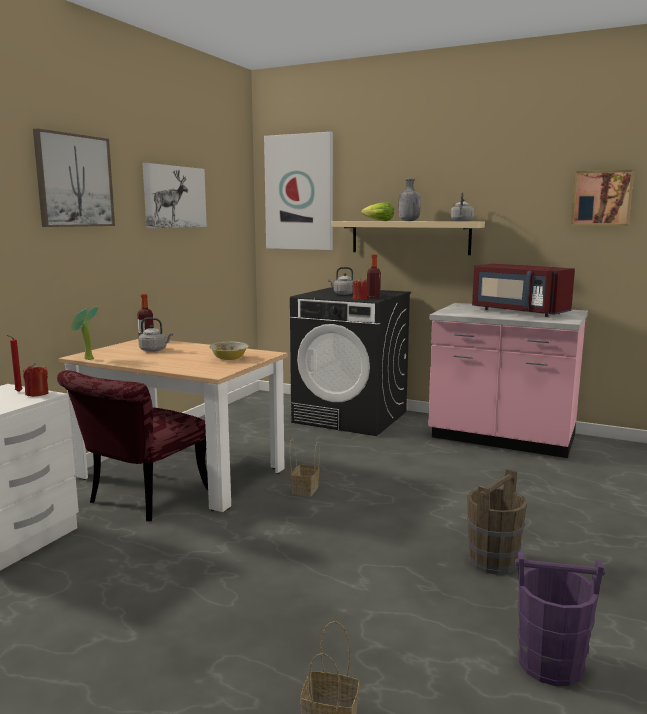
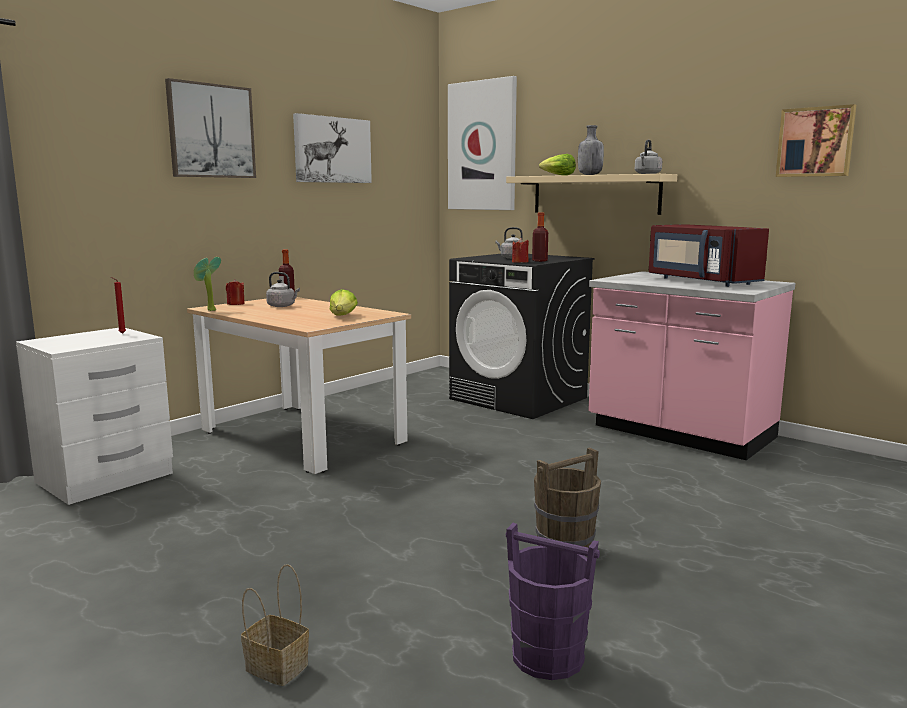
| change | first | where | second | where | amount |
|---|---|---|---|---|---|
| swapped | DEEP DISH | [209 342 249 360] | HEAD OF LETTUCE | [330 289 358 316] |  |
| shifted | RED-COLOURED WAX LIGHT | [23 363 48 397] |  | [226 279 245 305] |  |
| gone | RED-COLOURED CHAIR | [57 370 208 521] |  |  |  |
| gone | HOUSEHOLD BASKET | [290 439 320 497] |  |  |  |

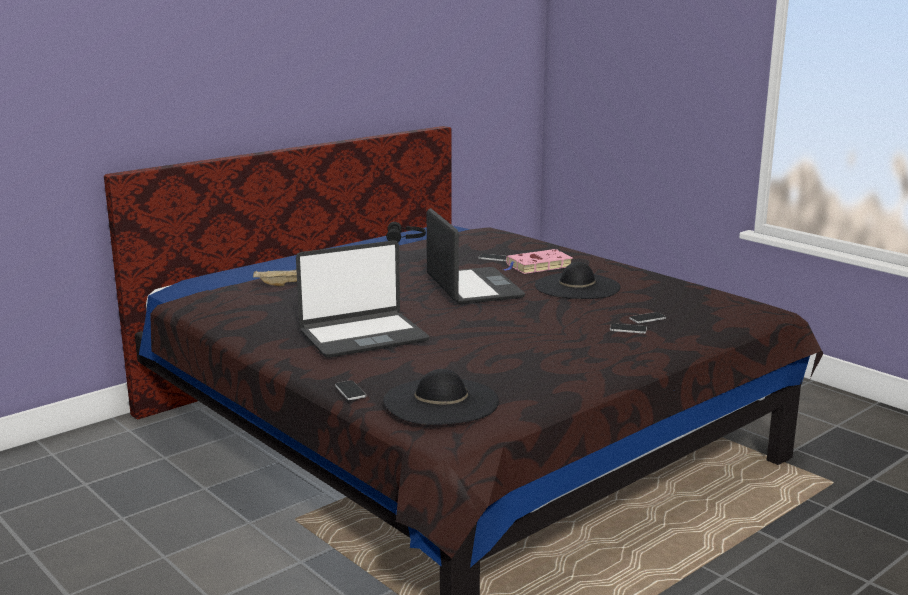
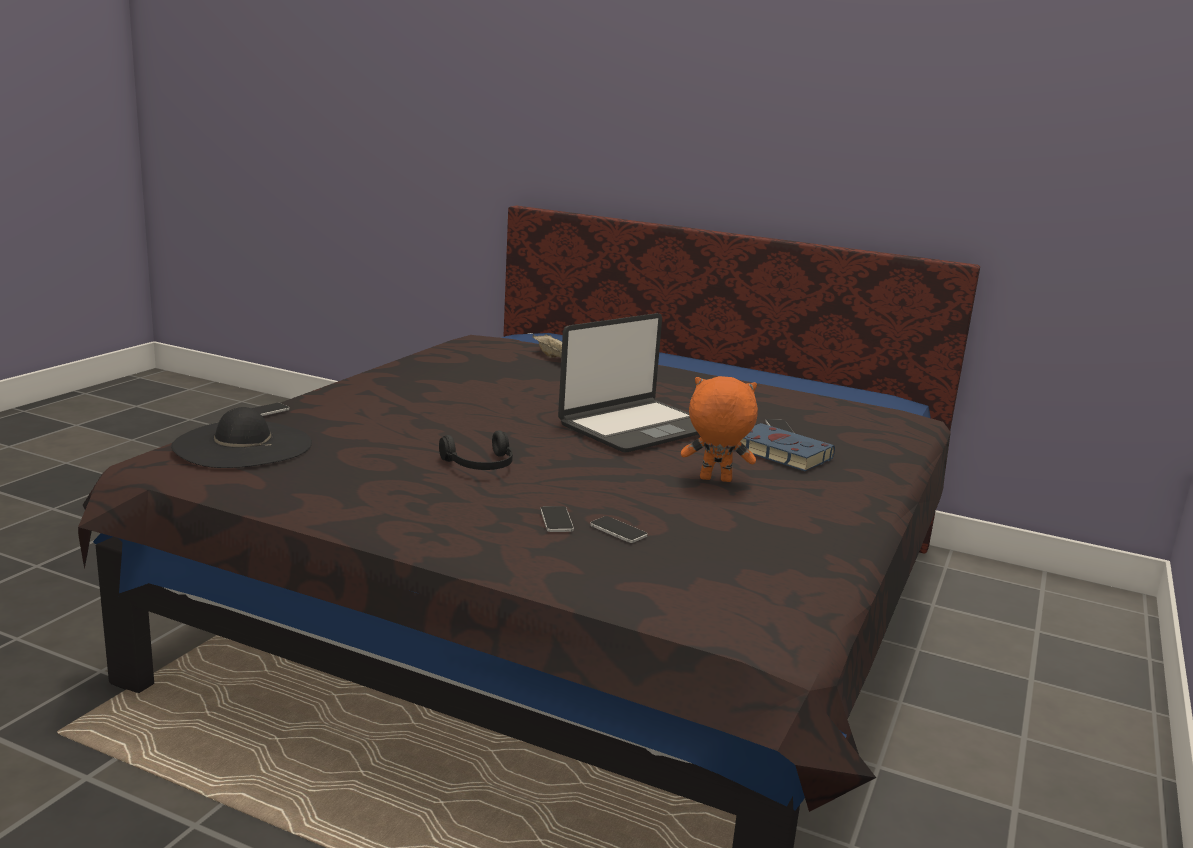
| change | first | where | second | where | amount |
|---|---|---|---|---|---|
| shifted | BLACK-COLOURED HEADSET | [386 222 426 242] |  | [439 430 513 470] |  |
| gone | LAPTOP | [296 240 429 358] |  |  |  |
| repainted | PINKISH BOUND BOOK | [503 249 572 274] | BLUE BOUND BOOK | [740 423 835 471] |  |
| swapped | BLACK-COLOURED HAT | [535 262 621 299] | ORANGE-COLOURED PLUSH TOY | [681 376 758 482] |  |

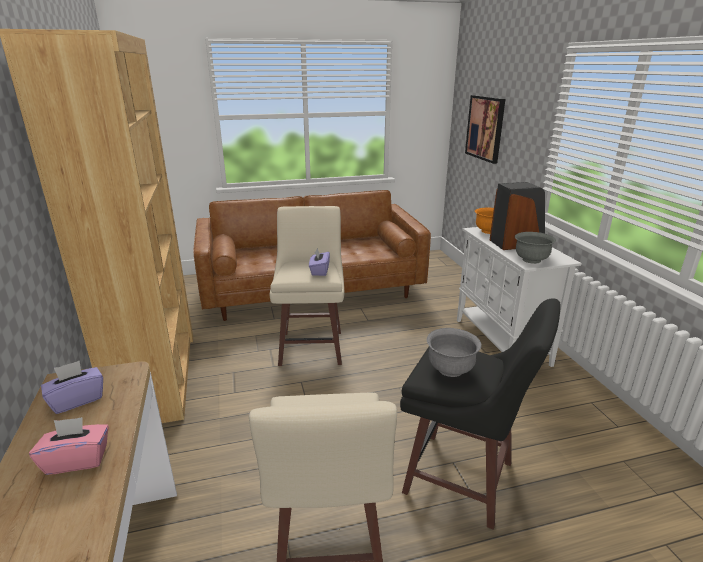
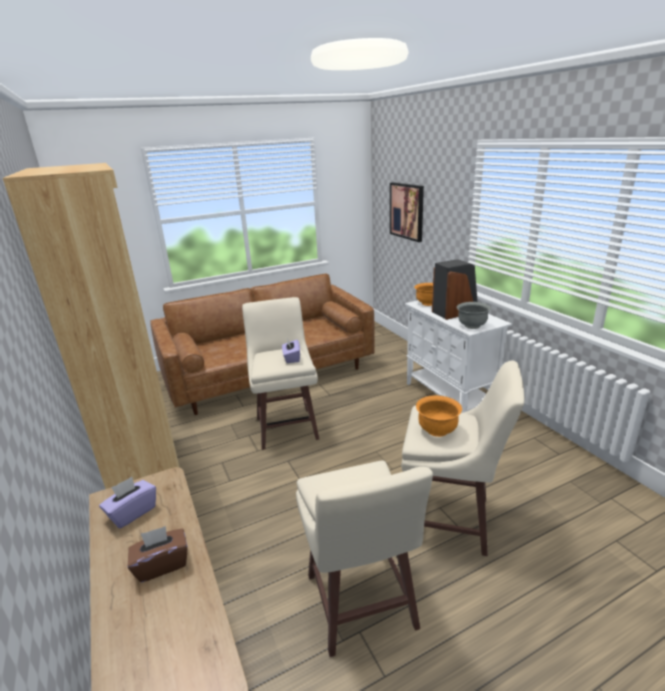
| change | first | where | second | where | amount |
|---|---|---|---|---|---|
| repainted | BLACK-COLOURED STOOL SEAT | [400 298 561 530] | BEIGE-COLOURED STOOL SEAT | [401 361 525 556] |  |
| repainted | GRAY DEEP DISH | [427 328 482 377] | ORANGE-COLOURED DEEP DISH | [416 395 462 437] |  |
| repainted | PINKISH TISSUE HOLDER | [29 417 109 475] | BROWN TISSUE HOLDER | [128 526 188 582] |  |

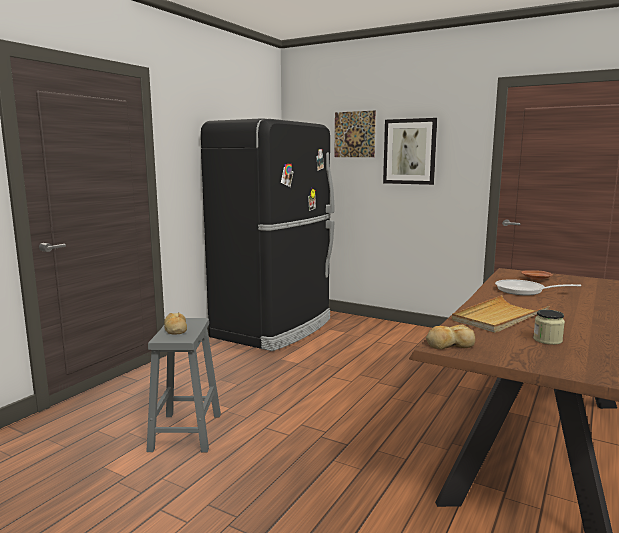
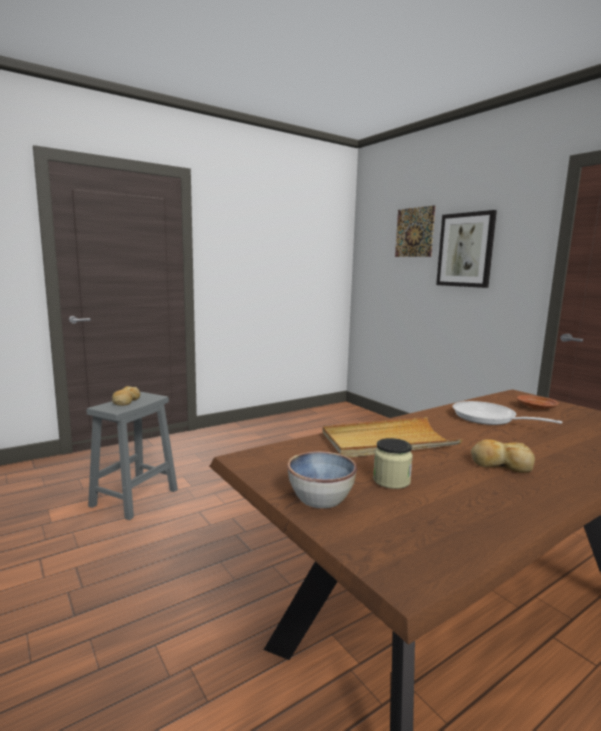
| change | first | where | second | where | amount |
|---|---|---|---|---|---|
| gone | BLACK-COLOURED REFRIGERATOR | [201 118 335 351] |  |  |  |
| shifted | BREAD | [426 324 475 349] |  | [471 439 535 473] |  |
| new |  |  | DEEP DISH | [287 451 357 508] |  |

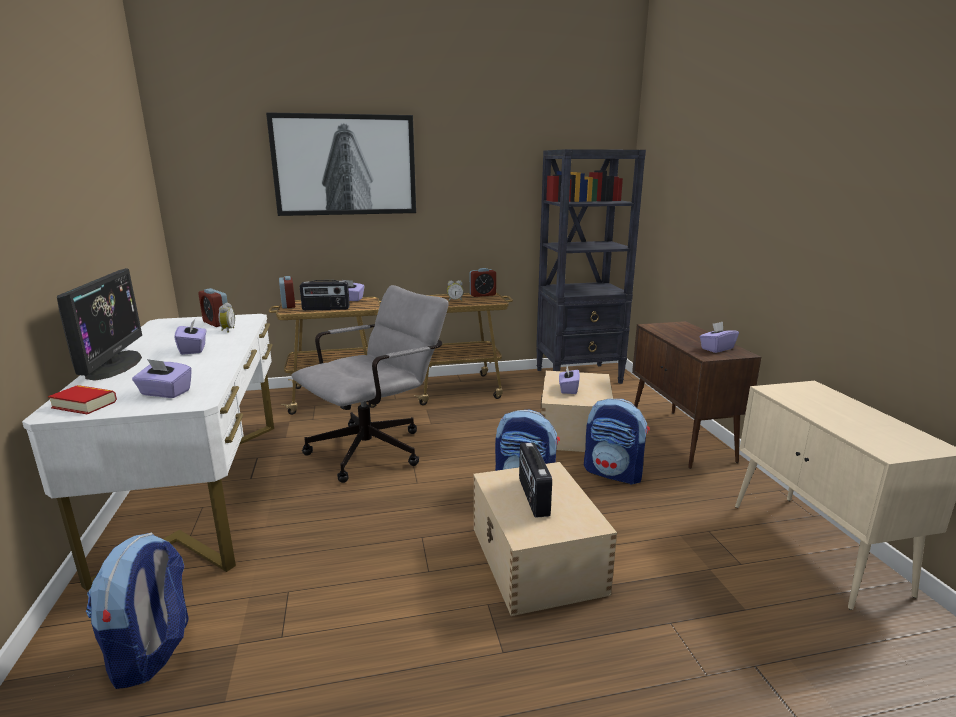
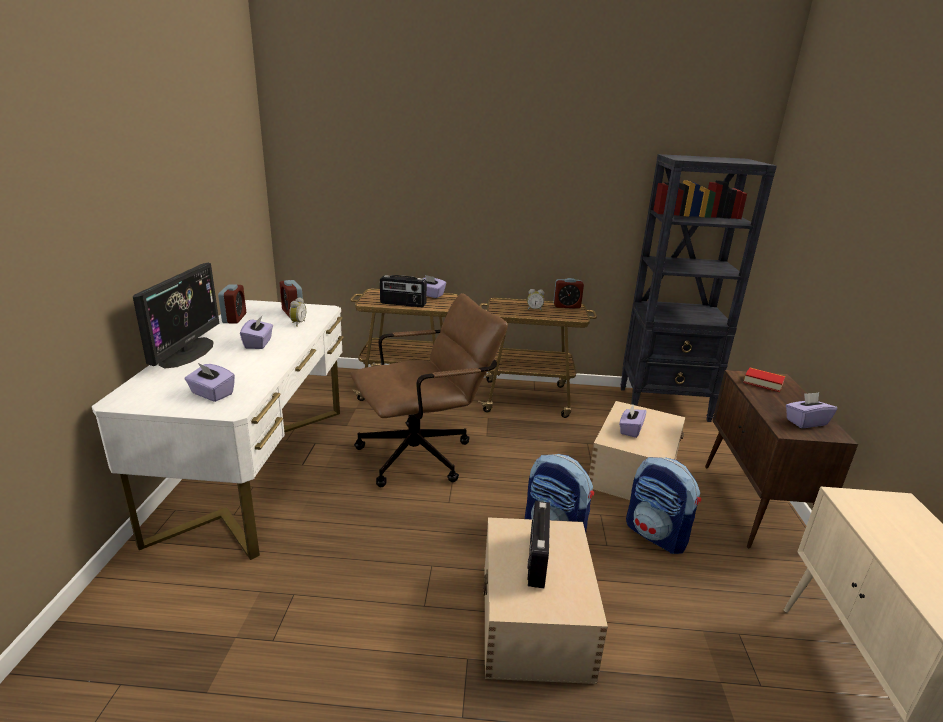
| change | first | where | second | where | amount |
|---|---|---|---|---|---|
| gone | WALL ART | [266 112 416 216] |  |  |  |
| shifted | TABLE CLOCK | [279 276 295 309] |  | [218 284 246 324] |  |
| repainted | GRAY OFFICE CHAIR | [291 285 449 483] | BROWN OFFICE CHAIR | [351 293 508 487] |  |
| shifted | BOUND BOOK | [48 385 117 414] |  | [743 367 785 392] |  |
| gone | KNAPSACK | [86 533 189 689] |  |  |  |

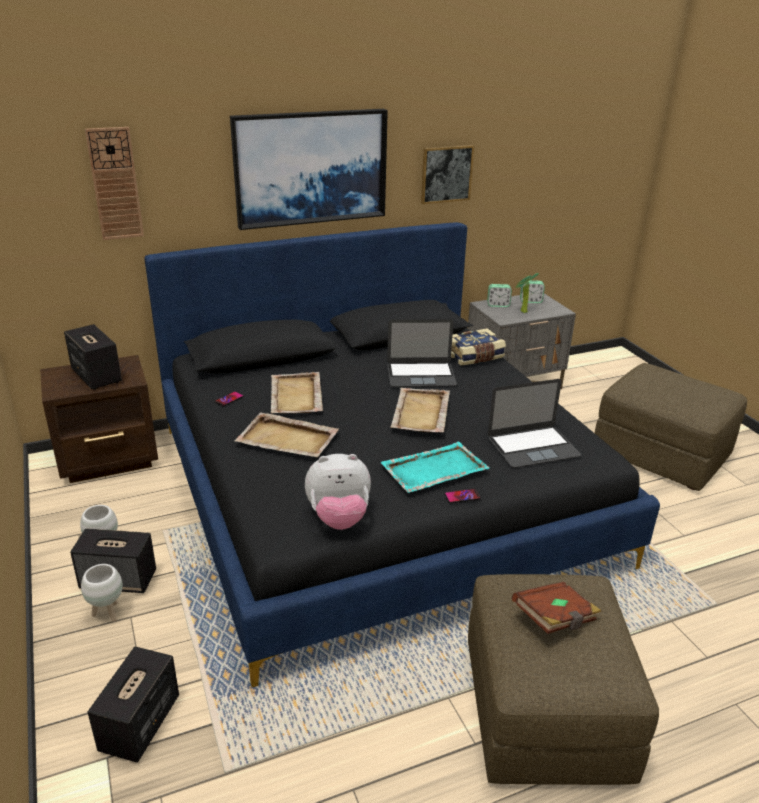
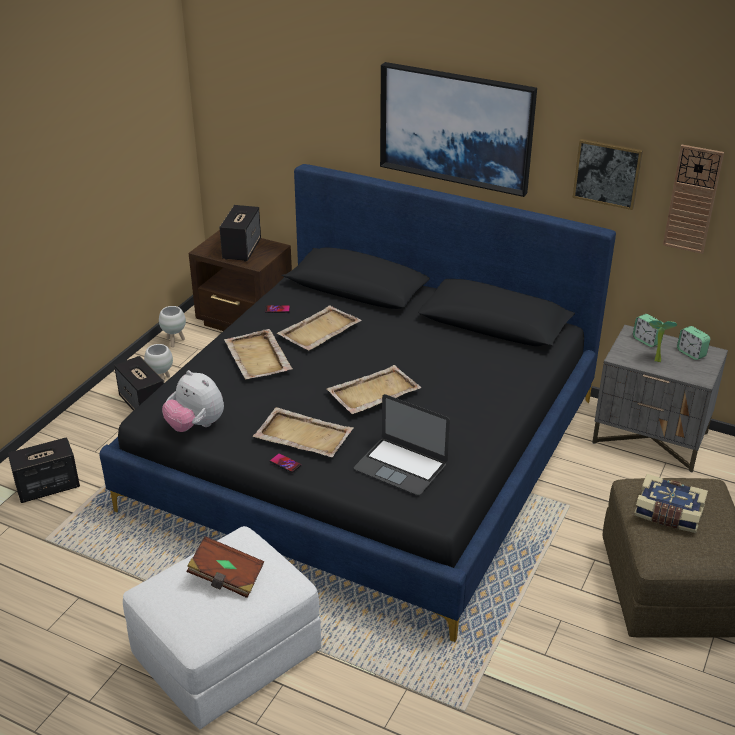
| change | first | where | second | where | amount |
|---|---|---|---|---|---|
| shifted | WALL CLOCK | [85 127 144 240] |  | [663 145 724 254] |  |
| gone | LAPTOP | [387 320 457 387] |  |  |  |
| shifted | BOUND BOOK | [451 328 506 366] |  | [634 474 708 533] |  |
| repainted | BLUE-GREEN SERVING TRAY | [380 442 489 493] | BEIGE-COLOURED SERVING TRAY | [253 407 354 457] |  |
| shifted | WHITE FLOWER POT | [81 564 123 622] |  | [159 306 186 347] |  |
| repainted | BROWN OTTOMAN | [468 574 659 785] | WHITE OTTOMAN | [123 526 321 729] |  |

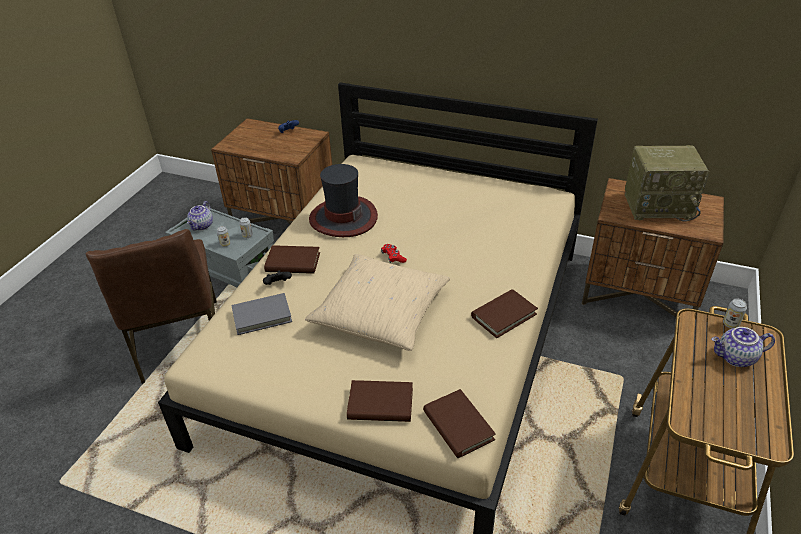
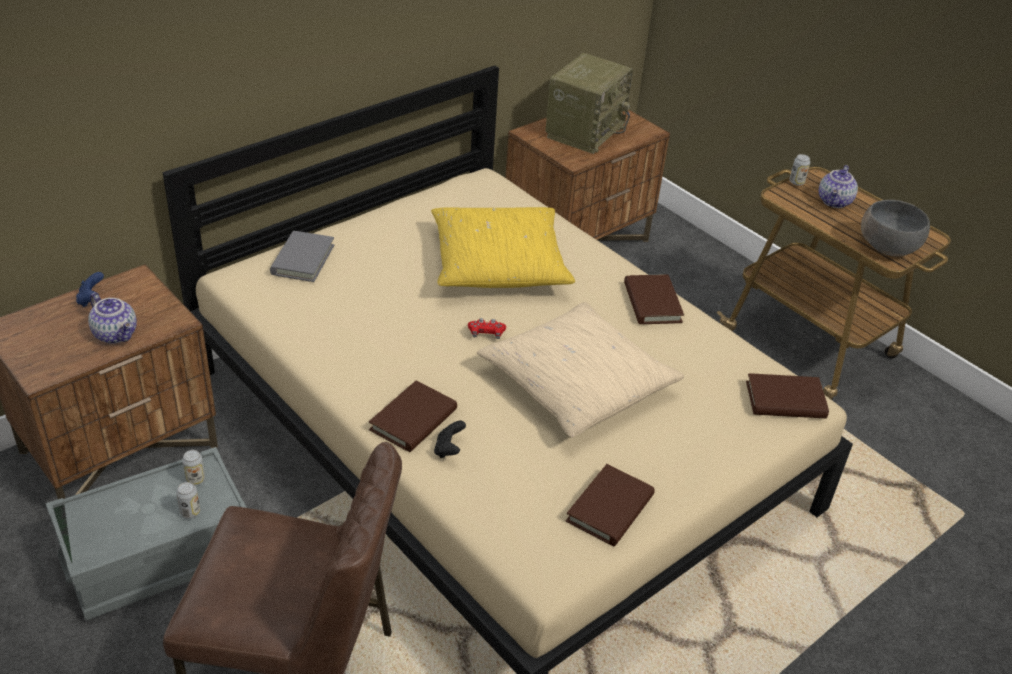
| change | first | where | second | where | amount |
|---|---|---|---|---|---|
| gone | HAT | [309 164 378 237] |  |  |  |
| shifted | POT FOR TEA | [187 201 213 231] |  | [88 293 137 344] |  |
| shifted | GRAY BOUND BOOK | [231 293 292 335] |  | [270 231 334 282] |  |
| shifted | BROWN BOUND BOOK | [347 380 413 422] |  | [566 464 655 546] |  |
| new |  |  | GRAY DEEP DISH | [861 200 930 257] |  |
| new |  |  | YELLOW-COLOURED THROW PILLOW | [431 207 575 288] |  |

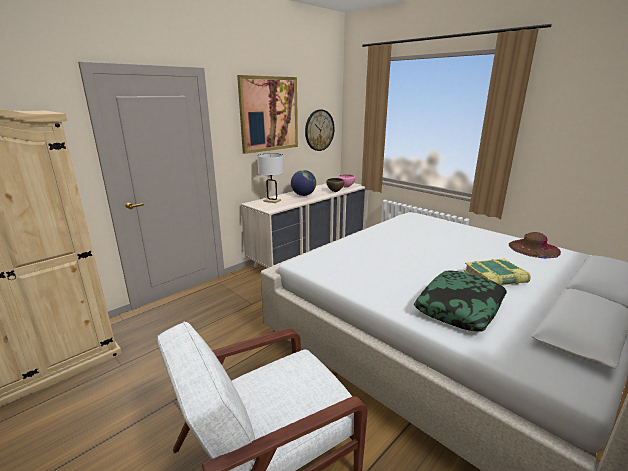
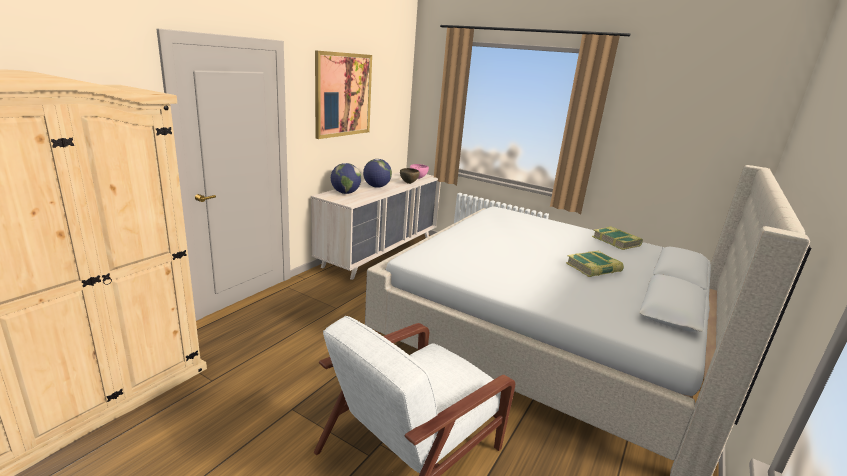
| change | first | where | second | where | amount |
|---|---|---|---|---|---|
| gone | WALL CLOCK | [305 109 334 151] |  |  |  |
| swapped | WHITE TABLETOP LAMP | [257 153 284 203] | GLOBE | [331 163 361 194] |  |
| swapped | BROWN HAT | [509 232 561 258] | BOUND BOOK | [592 226 643 250] |  |
| gone | THROW PILLOW | [414 271 507 332] |  |  |  |

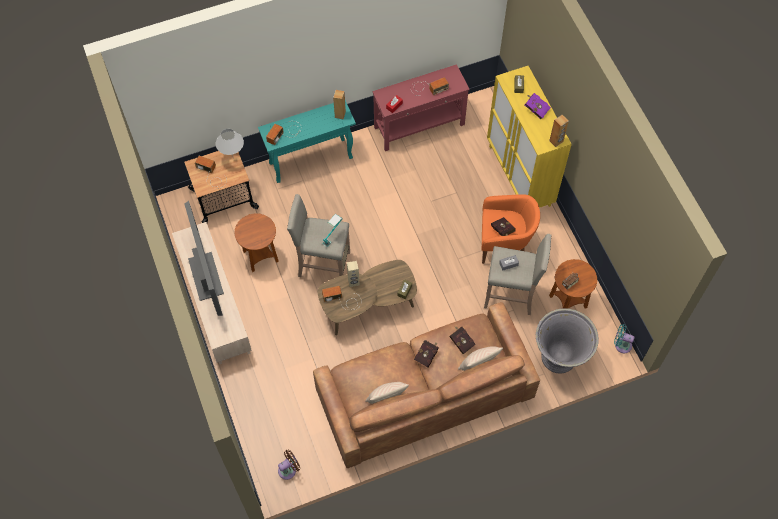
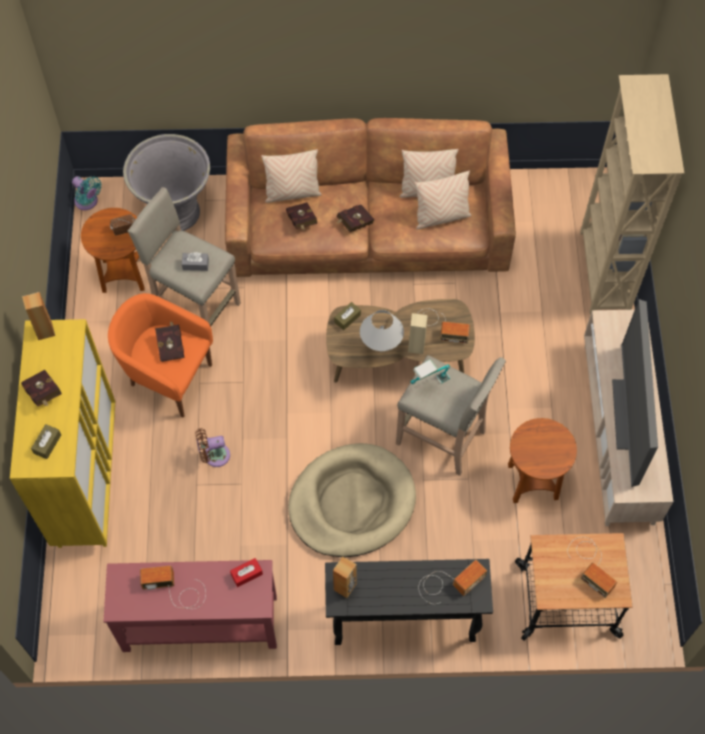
| change | first | where | second | where | amount |
|---|---|---|---|---|---|
| repainted | PURPLE BOUND BOOK | [525 93 551 119] | RED-COLOURED BOUND BOOK | [21 370 62 406] |  |
| repainted | BLUE-GREEN CONSOLE TABLE | [258 100 356 183] | BLACK-COLOURED CONSOLE TABLE | [325 559 493 645] |  |
| shifted | WHITE TABLETOP LAMP | [216 129 244 159] |  | [360 310 404 351] |  |
| shifted | BROWN ELECTRIC FAN | [278 449 300 480] |  | [196 428 230 467] |  |
| new |  |  | BEIGE-COLOURED BOOKCASE | [580 74 684 314] |  |
| new |  |  | BEIGE-COLOURED THROW PILLOW | [414 171 472 229] |  |
| new |  |  | BEIGE-COLOURED PET BED | [288 443 416 557] |  |

